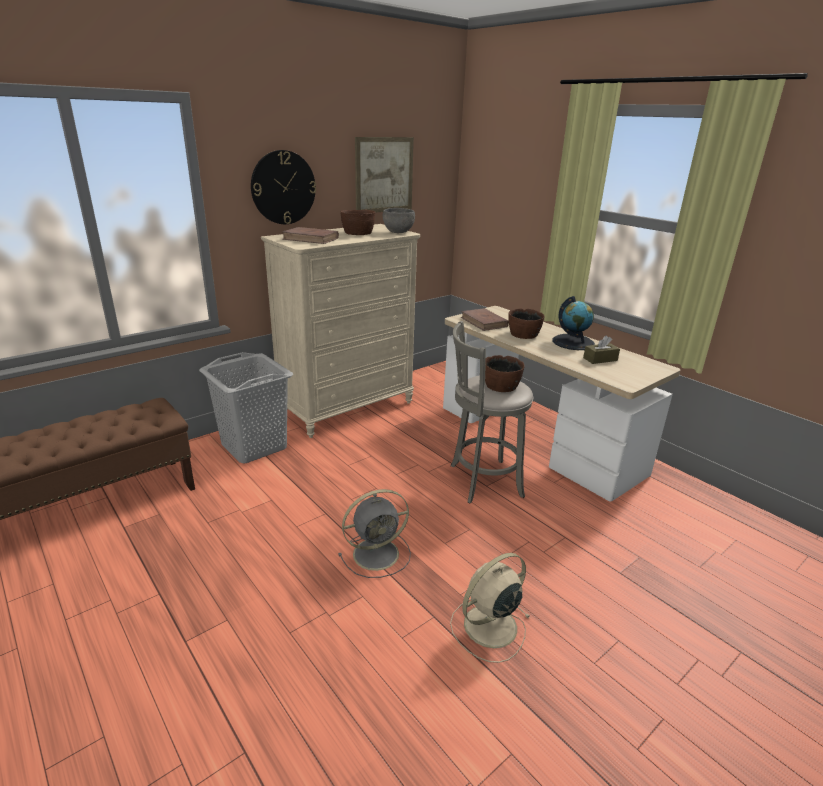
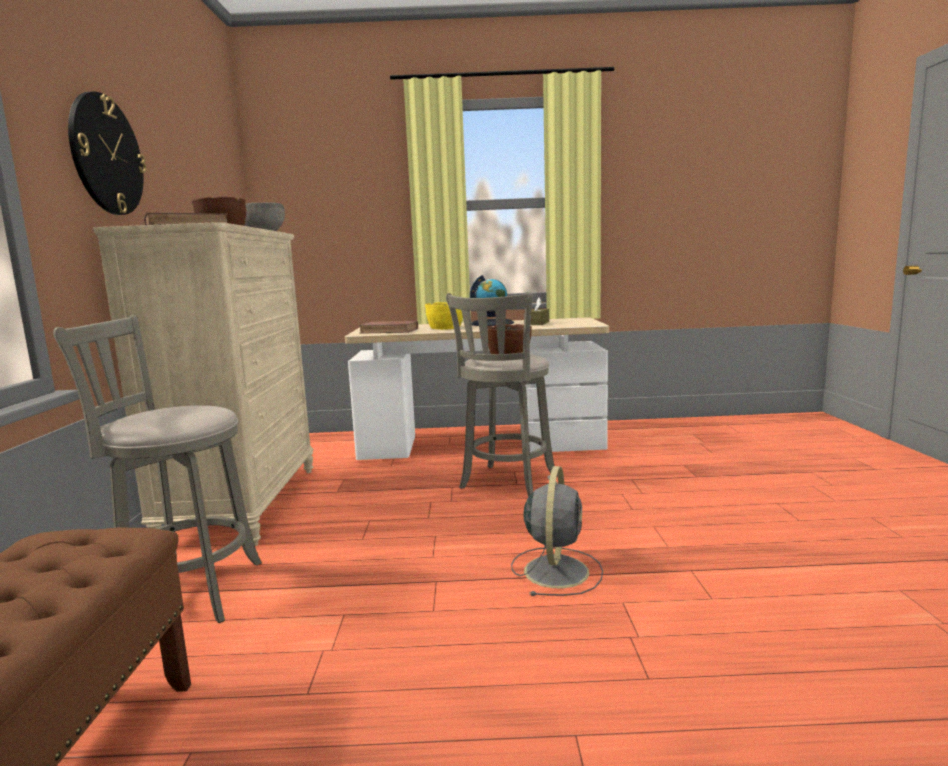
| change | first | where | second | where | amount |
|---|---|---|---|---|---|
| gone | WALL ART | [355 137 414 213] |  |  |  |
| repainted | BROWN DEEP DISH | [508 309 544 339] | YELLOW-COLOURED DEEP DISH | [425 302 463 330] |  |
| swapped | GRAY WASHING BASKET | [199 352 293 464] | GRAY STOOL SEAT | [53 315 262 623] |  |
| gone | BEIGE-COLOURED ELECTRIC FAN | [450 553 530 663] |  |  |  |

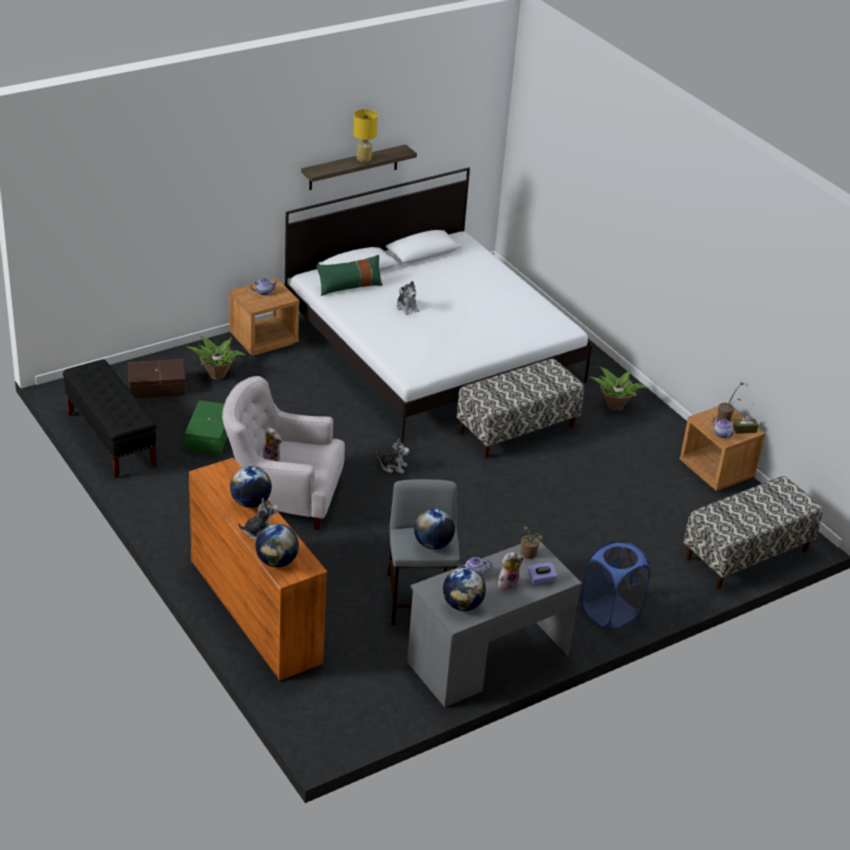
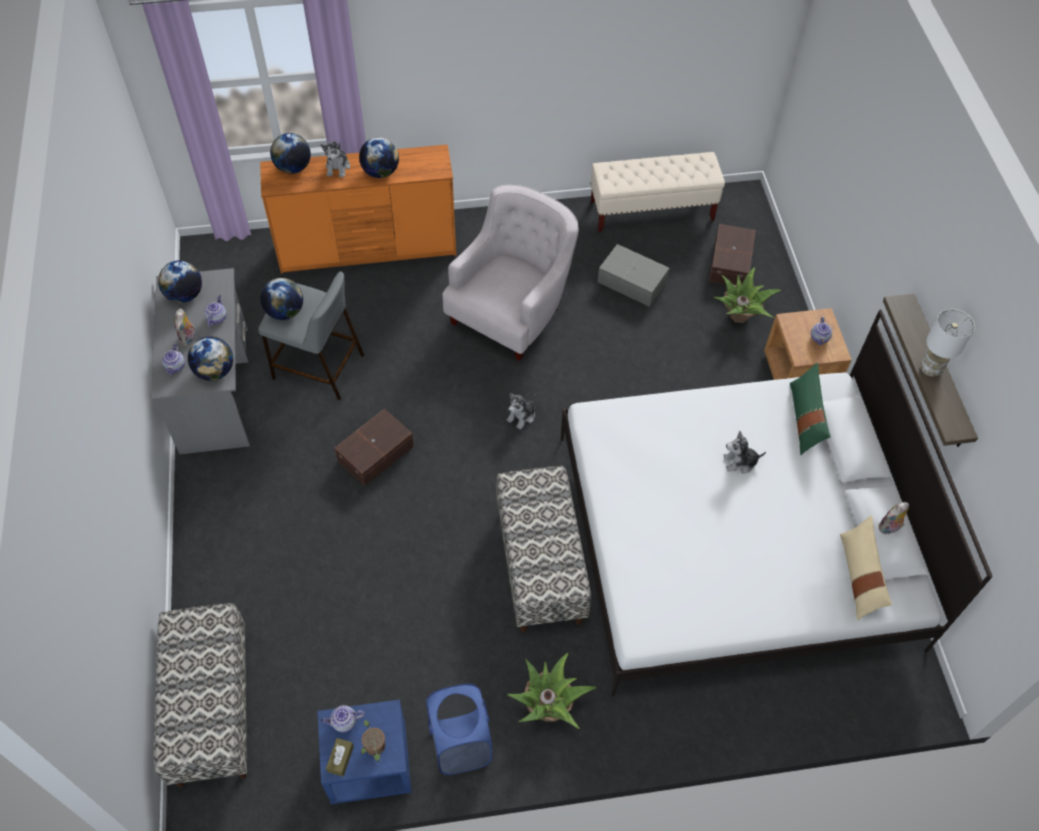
| change | first | where | second | where | amount |
|---|---|---|---|---|---|
| repainted | YELLOW-COLOURED TABLETOP LAMP | [353 109 378 163] | WHITE TABLETOP LAMP | [920 309 975 377] |  |
| repainted | BLACK-COLOURED BENCH | [63 359 157 478] | BEIGE-COLOURED BENCH | [590 152 725 232] |  |
| repainted | GREEN STORAGE BIN | [185 400 228 455] | GRAY STORAGE BIN | [598 244 669 307] |  |
| repainted | BROWN BEDSIDE TABLE | [680 406 765 491] | BLUE BEDSIDE TABLE | [317 699 412 804] |  |
| shifted | PLUSH TOY | [263 427 282 462] |  | [878 502 909 535] |  |
| swapped | PLANT IN A POT | [520 527 543 559] | GLOBE | [188 337 233 381] |  |
| shifted | BLUE WASHING BASKET | [581 541 650 629] |  | [426 684 492 775] |  |
| swapped | PURPLE TISSUE HOLDER | [528 563 558 586] | POT FOR TEA | [162 344 185 375] |  |
| new |  |  | BROWN STORAGE BIN | [334 409 414 486] |  |
| new |  |  | BEIGE-COLOURED THROW PILLOW | [840 515 892 620] |  |

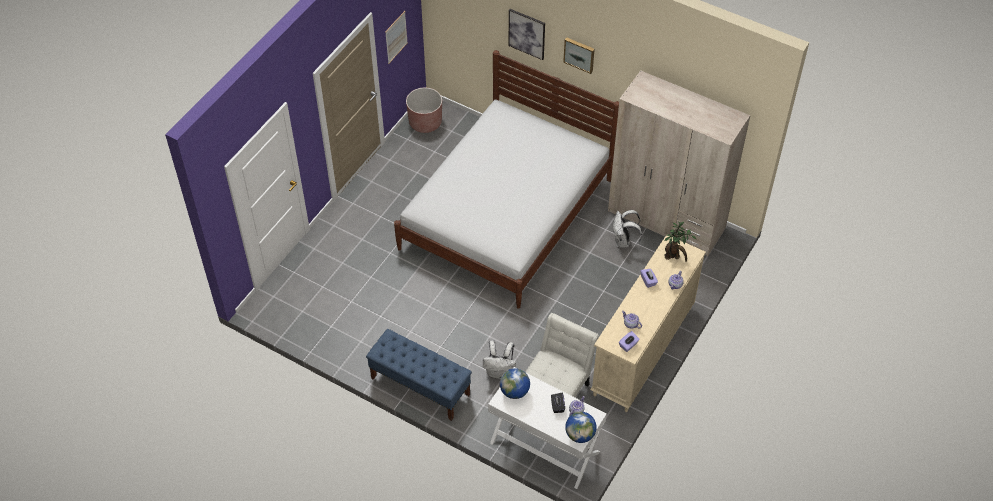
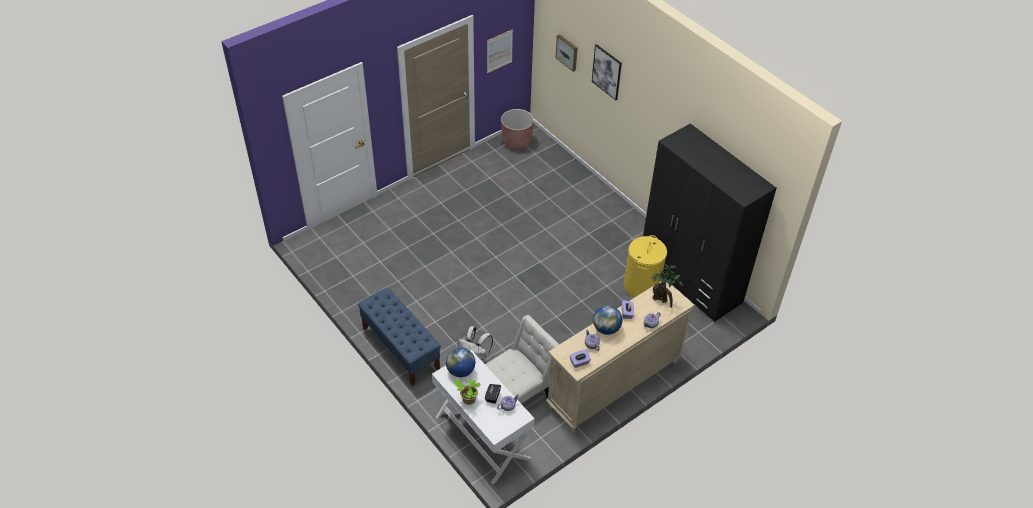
| change | first | where | second | where | amount |
|---|---|---|---|---|---|
| shifted | WALL ART | [563 37 595 74] |  | [556 34 578 72] |  |
| gone | WHITE BEDROOM BED | [394 50 619 309] |  |  |  |
| repainted | BEIGE-COLOURED WARDROBE | [608 70 750 256] | BLACK-COLOURED WARDROBE | [643 123 777 322] |  |
| swapped | WHITE KNAPSACK | [613 210 642 248] | YELLOW-COLOURED WASHING BASKET | [624 235 667 297] |  |
| shifted | GLOBE | [565 412 597 443] |  | [593 305 622 335] |  |
| new |  |  | PLANT IN A POT | [453 380 481 405] |  |

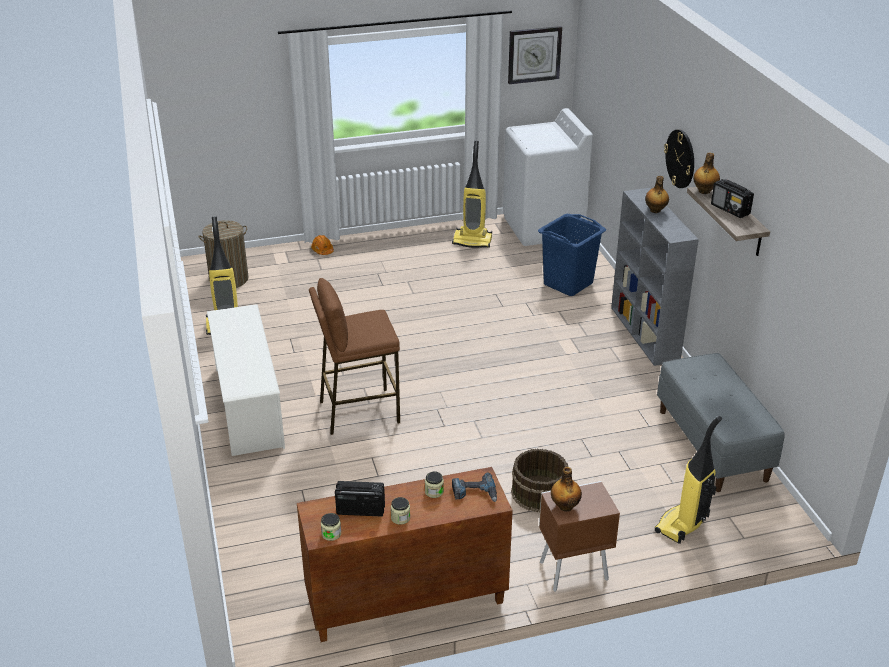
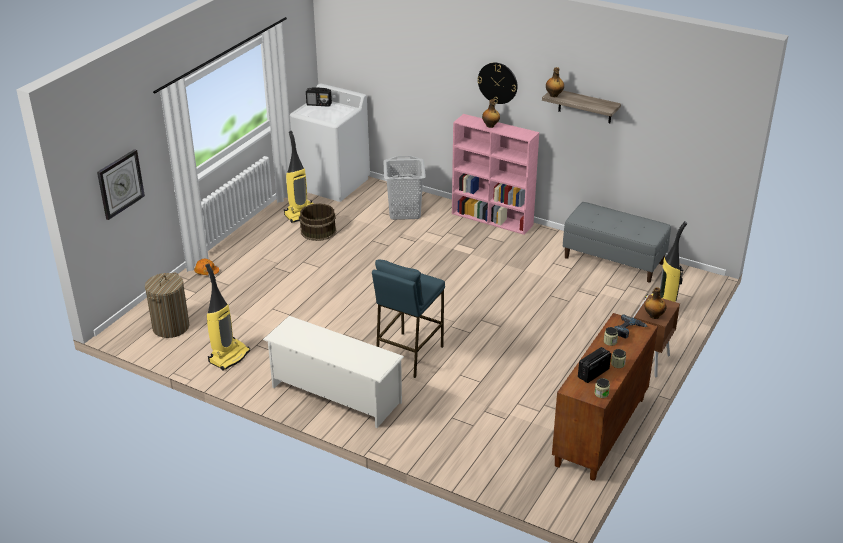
| change | first | where | second | where | amount |
|---|---|---|---|---|---|
| shifted | WALL CLOCK | [508 26 562 84] |  | [97 149 145 220] |  |
| shifted | RADIO SET | [711 179 754 218] |  | [306 87 332 107] |  |
| repainted | GRAY BOOKCASE | [611 188 699 366] | PINKISH BOOKCASE | [452 114 539 235] |  |
| repainted | BLUE WASHING BASKET | [538 214 606 296] | GRAY WASHING BASKET | [383 156 426 220] |  |
| repainted | BROWN STOOL SEAT | [309 278 400 435] | BLUE STOOL SEAT | [372 259 445 378] |  |
| shifted | BROWN WATER BUCKET | [511 449 568 512] |  | [299 203 336 241] |  |

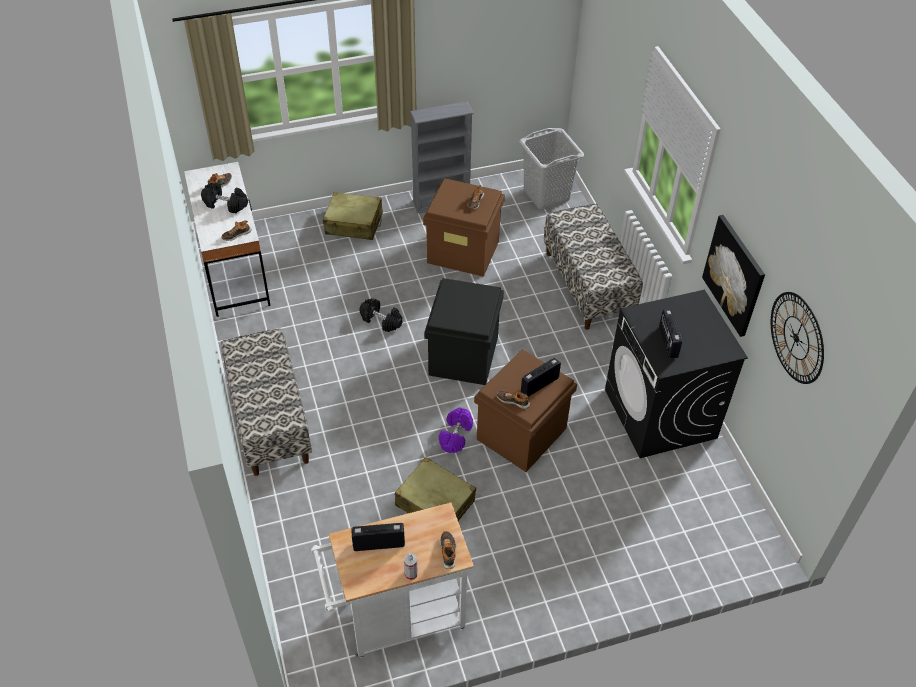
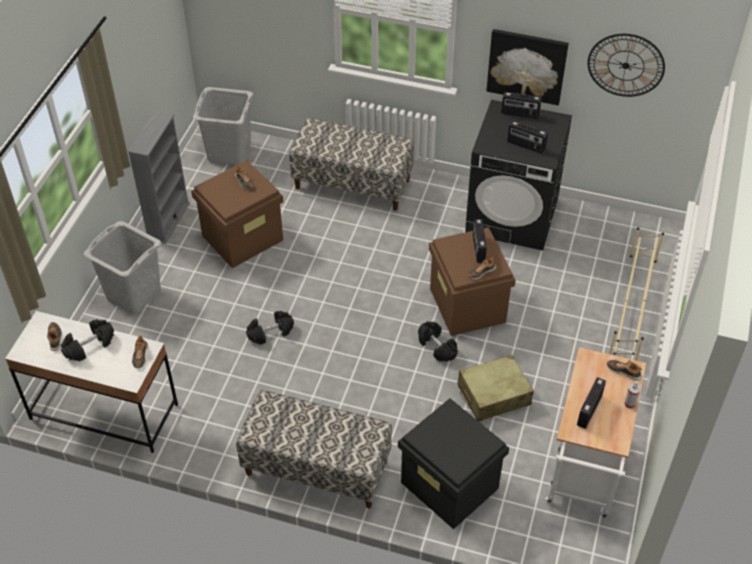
| change | first | where | second | where | amount |
|---|---|---|---|---|---|
| swapped | BEIGE-COLOURED PIECE OF LUGGAGE | [323 192 383 240] | GRAY WASHING BASKET | [84 221 161 314] |  |
| shifted | BLACK-COLOURED STORAGE BIN | [425 278 504 385] |  | [398 398 509 529] |  |
| repainted | PURPLE HAND WEIGHT | [439 407 473 453] | BLACK-COLOURED HAND WEIGHT | [418 321 458 362] |  |
| new |  |  | RADIO SET | [501 92 542 119] |  |
| new |  |  | BEIGE-COLOURED SHOE RACK | [609 227 664 361] |  |

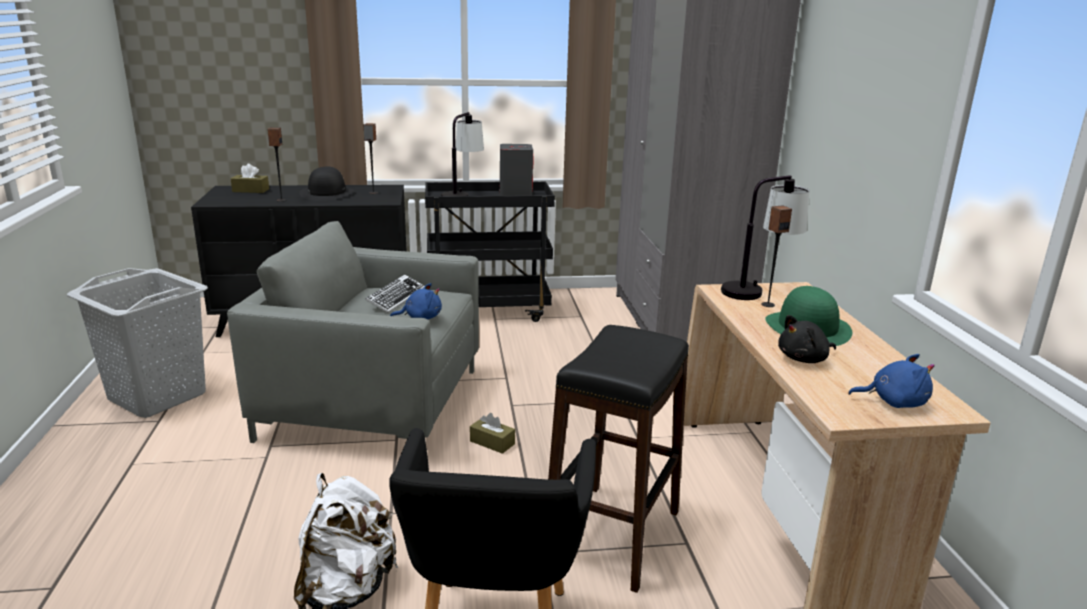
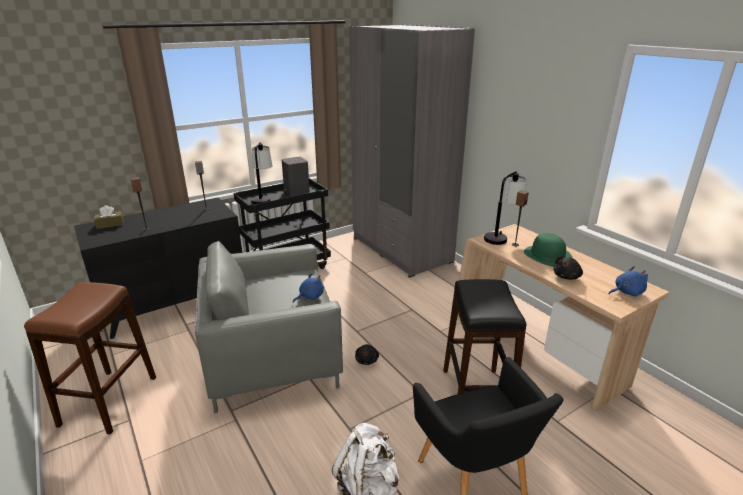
| change | first | where | second | where | amount |
|---|---|---|---|---|---|
| gone | BLACK-COLOURED HAT | [299 167 354 201] |  |  |  |
| swapped | GRAY WASHING BASKET | [67 268 208 418] | BROWN STOOL SEAT | [24 282 156 434] |  |
| gone | COMPUTER KEYBOARD | [365 274 424 313] |  |  |  |
| swapped | BROWN TISSUE HOLDER | [470 413 515 454] | BLACK-COLOURED PLUSH TOY | [355 344 379 365] |  |

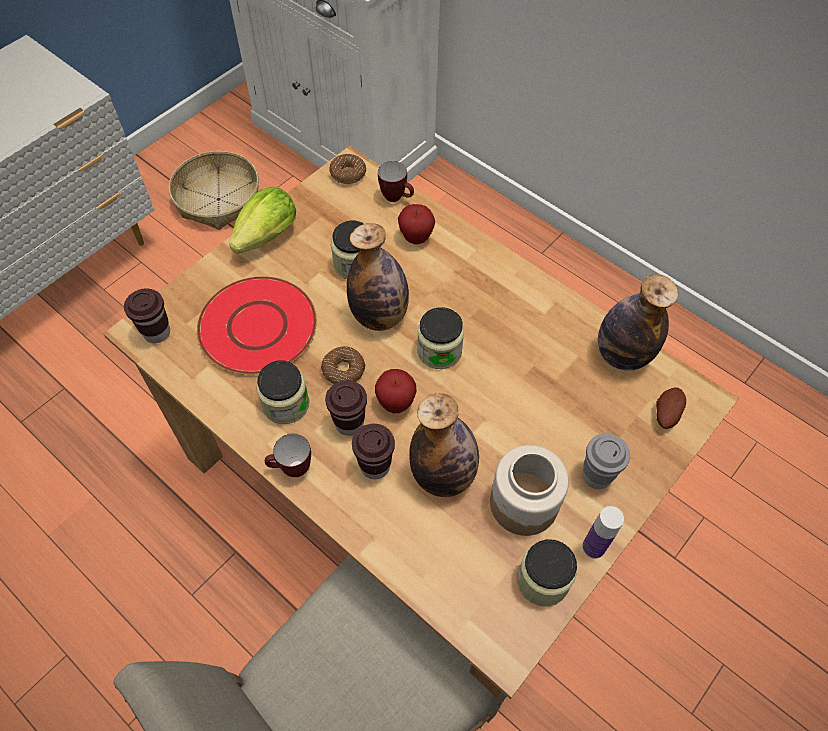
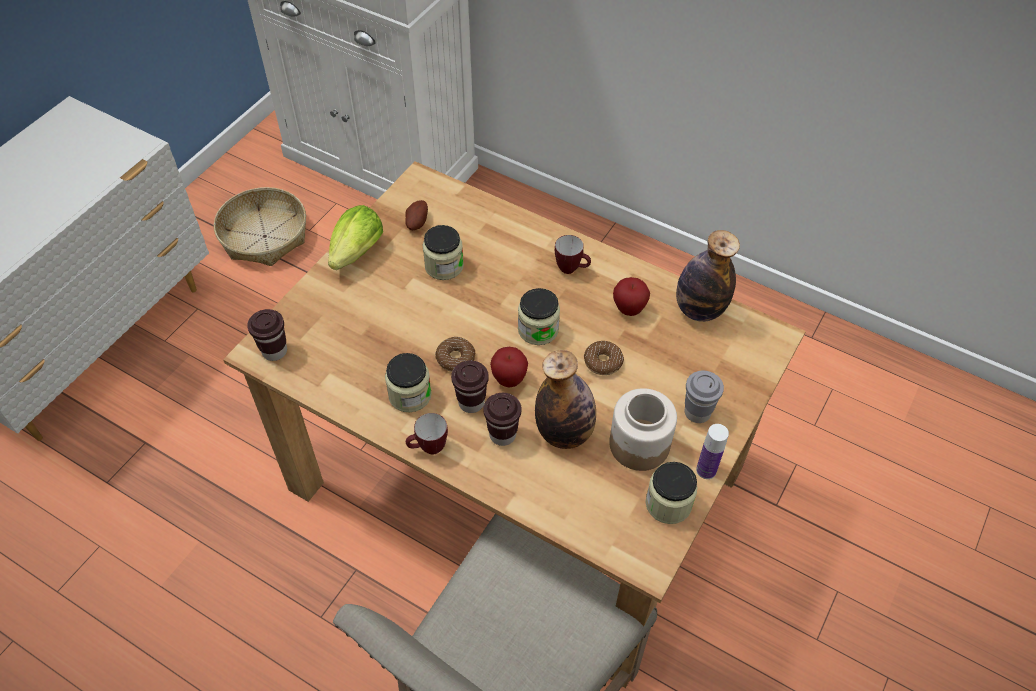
| change | first | where | second | where | amount |
|---|---|---|---|---|---|
| shifted | RING DOUGHNUT | [329 154 366 184] |  | [584 341 624 375] |  |
| shifted | COFFEE MUG | [378 161 414 202] |  | [555 235 591 274] |  |
| shifted | WHOLE APPLE | [398 204 435 244] |  | [613 277 650 316] |  |
| gone | DRINK BOTTLE | [347 223 409 331] |  |  |  |
| gone | RED-COLOURED FLAT DISH | [197 276 317 375] |  |  |  |
| shifted | WHOLE POTATO | [656 388 686 429] |  | [405 200 428 230] |  |

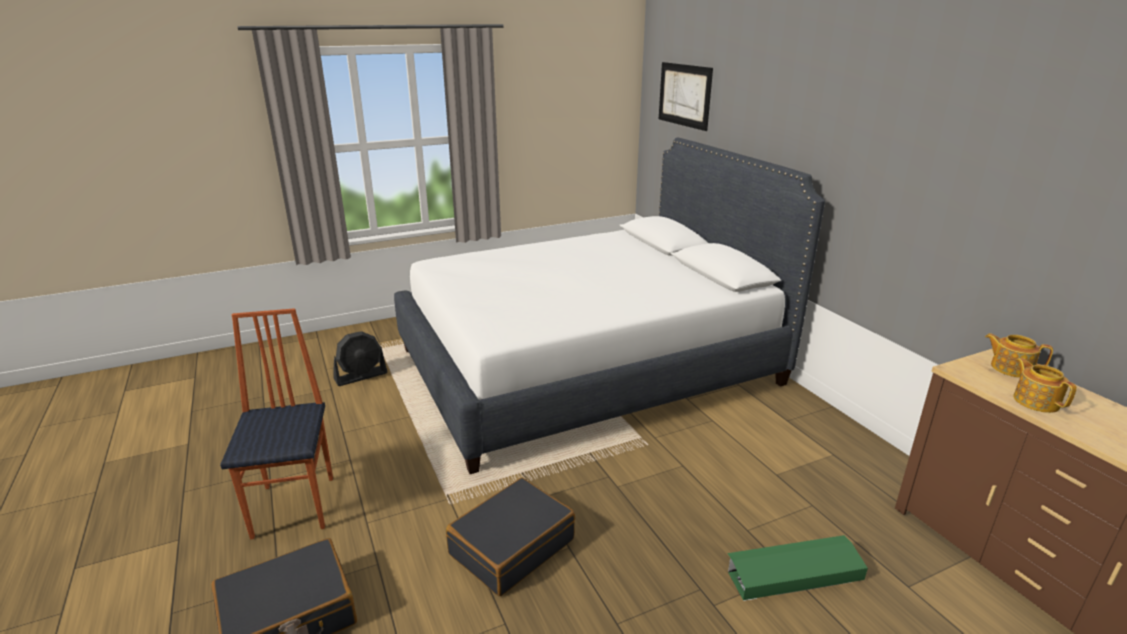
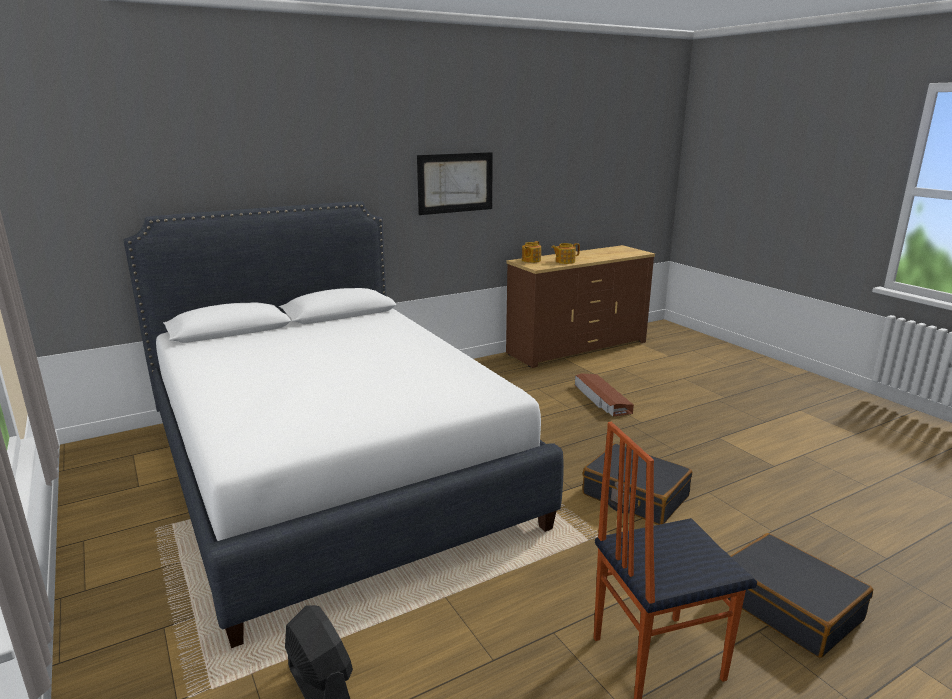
| change | first | where | second | where | amount |
|---|---|---|---|---|---|
| shifted | WALL ART | [659 62 713 131] |  | [417 152 493 215] |  |
| repainted | GREEN STORAGE BIN | [727 535 868 601] | BROWN STORAGE BIN | [575 373 634 417] |  |

